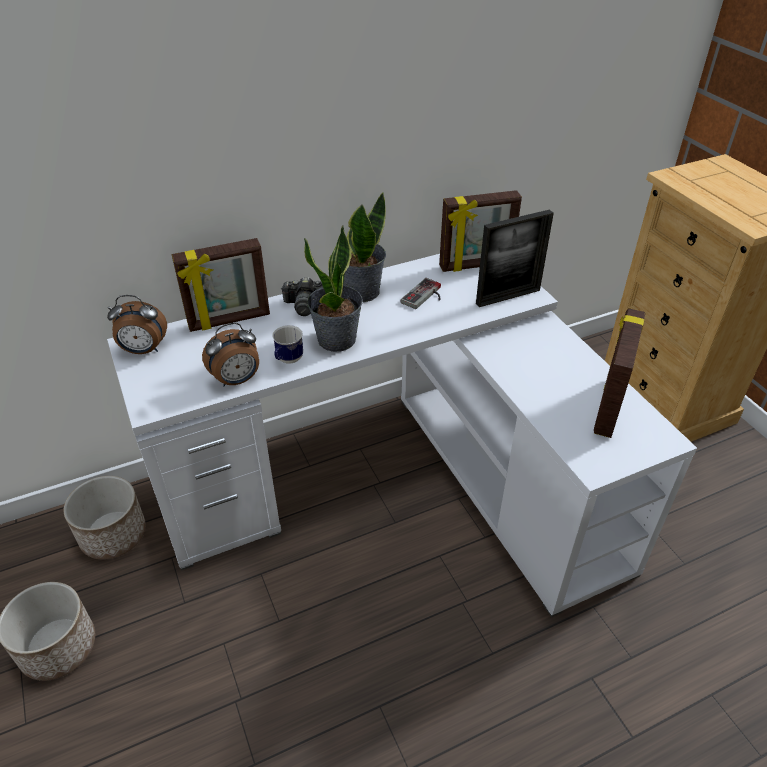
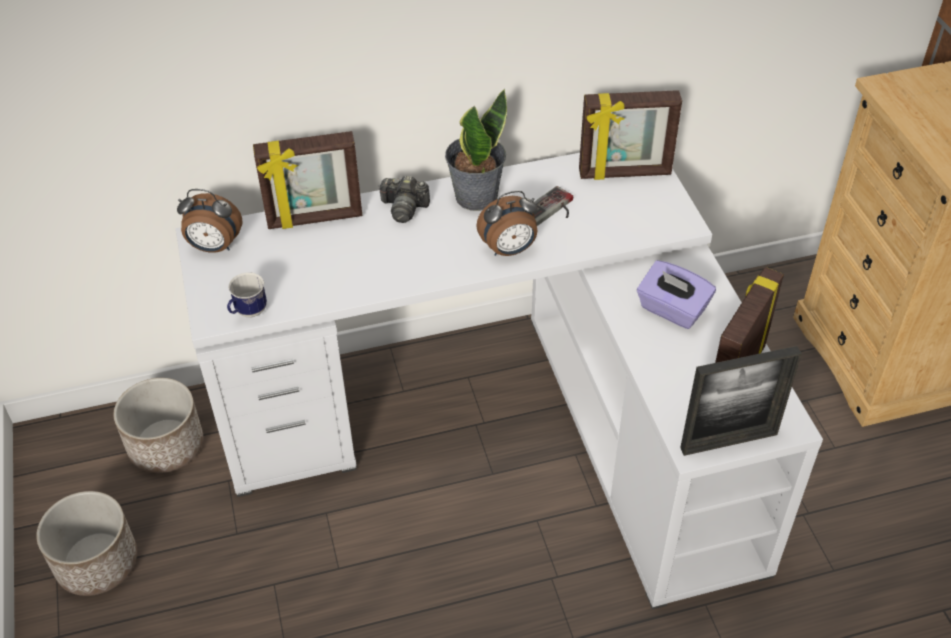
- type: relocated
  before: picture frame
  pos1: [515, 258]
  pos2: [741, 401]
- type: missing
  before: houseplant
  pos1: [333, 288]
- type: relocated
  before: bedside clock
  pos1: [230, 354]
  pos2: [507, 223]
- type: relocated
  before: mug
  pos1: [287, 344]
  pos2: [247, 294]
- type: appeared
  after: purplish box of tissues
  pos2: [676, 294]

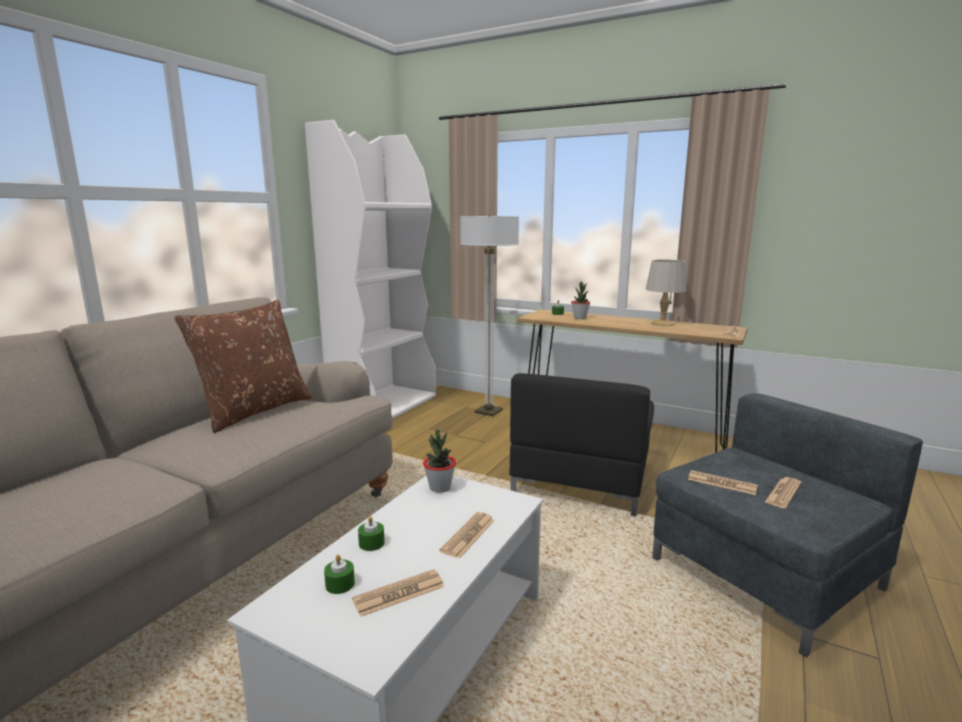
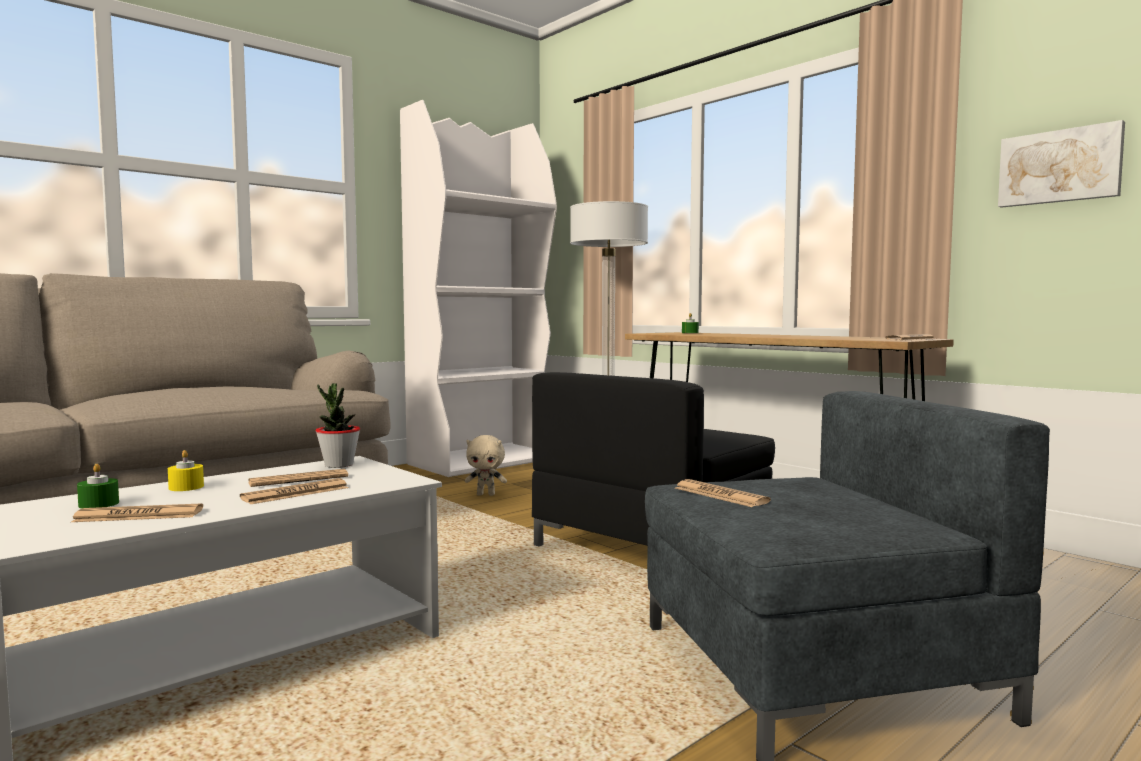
- type: missing
  before: greyish lamp for a table
  pos1: [666, 292]
- type: missing
  before: houseplant
  pos1: [580, 300]
- type: missing
  before: brown-coloured throw pillow
  pos1: [243, 366]
- type: relocated
  before: daily paper
  pos1: [783, 492]
  pos2: [298, 478]
- type: colour
  before: green wax light
  after: yellow-coloured wax light
  pos1: [371, 533]
  pos2: [186, 470]
- type: appeared
  after: wall art
  pos2: [1061, 164]
- type: appeared
  after: beige-coloured soft toy
  pos2: [486, 465]

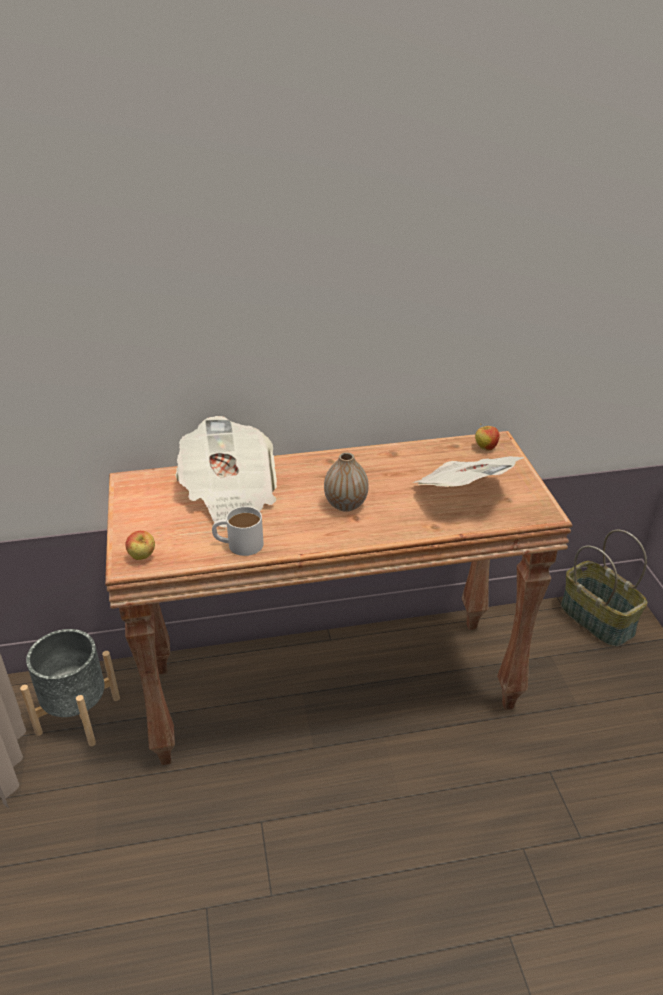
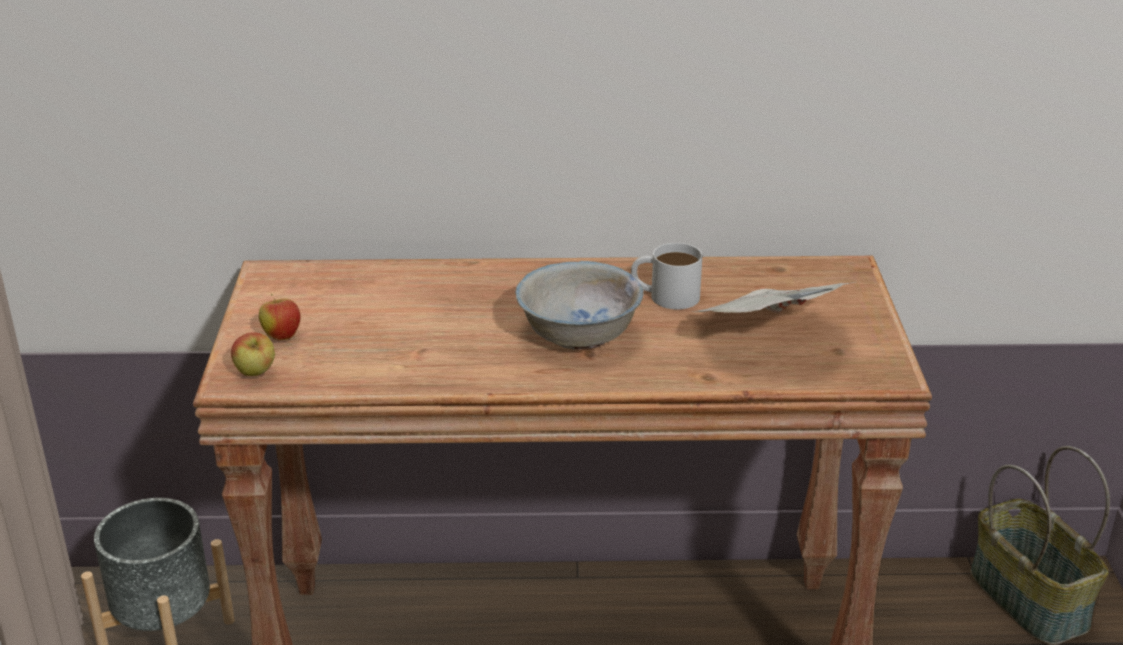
- type: missing
  before: daily paper
  pos1: [226, 472]
- type: relocated
  before: apple
  pos1: [487, 437]
  pos2: [280, 317]
- type: exchanged
  before: flower vase
  after: white-coloured deep dish
  pos1: [346, 482]
  pos2: [579, 305]
- type: relocated
  before: white-coloured mug
  pos1: [238, 531]
  pos2: [667, 276]

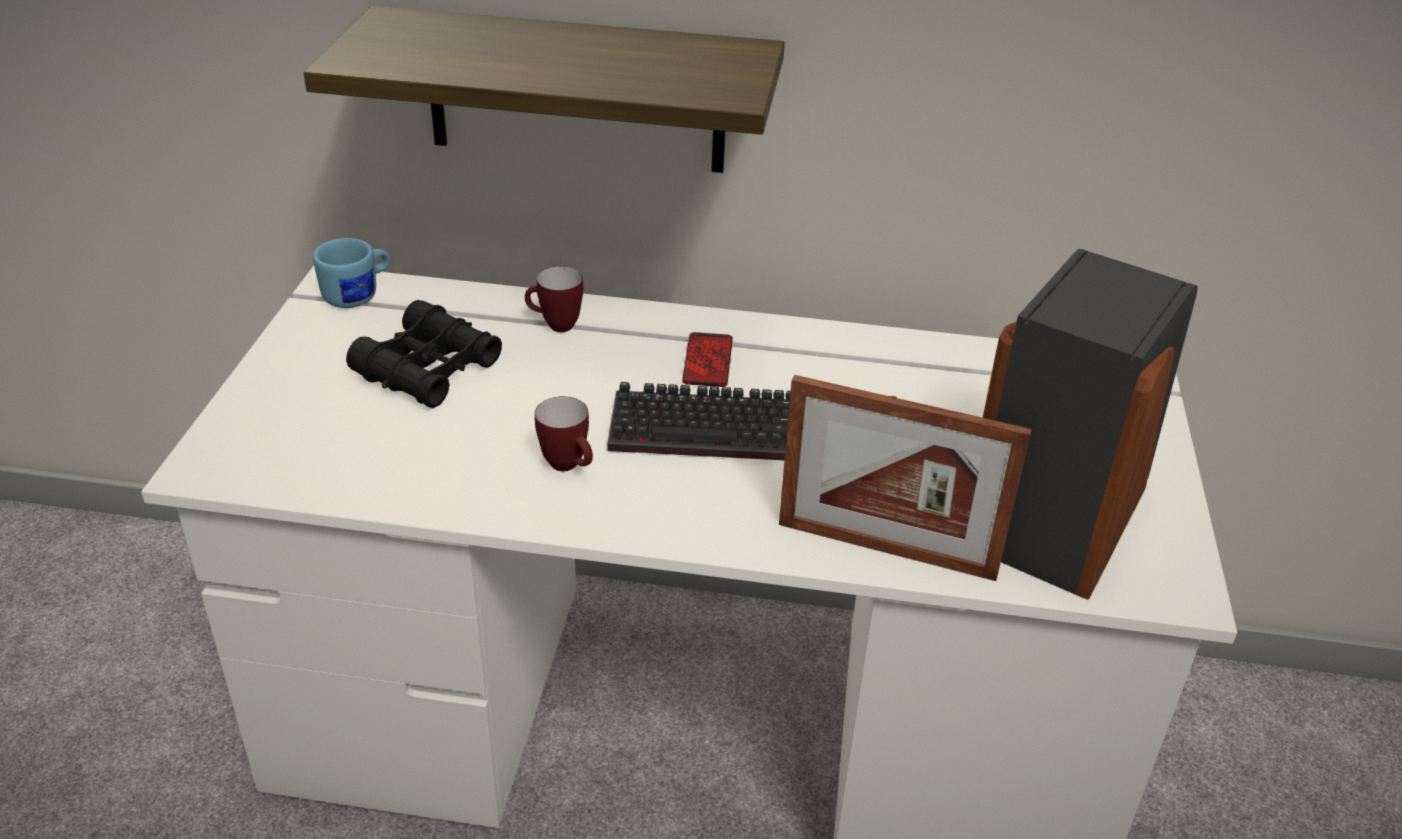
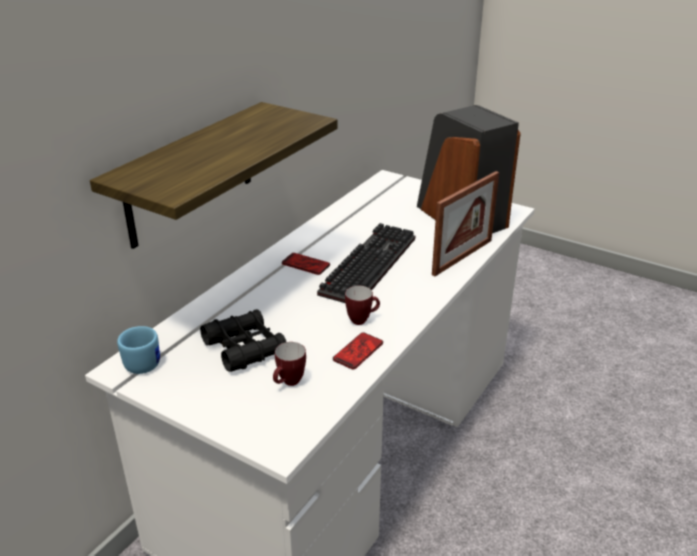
- type: relocated
  before: mug
  pos1: [554, 299]
  pos2: [289, 364]
- type: appeared
  after: phone
  pos2: [358, 351]

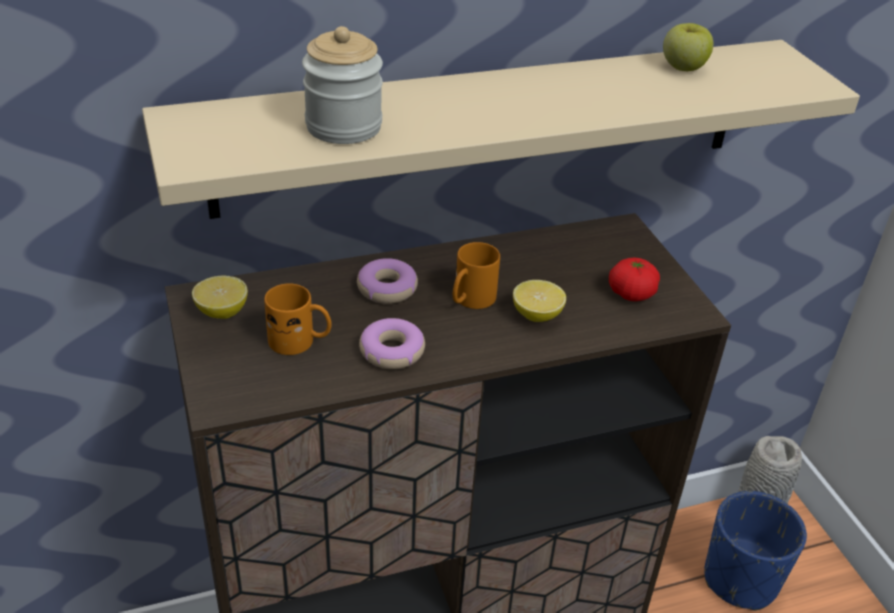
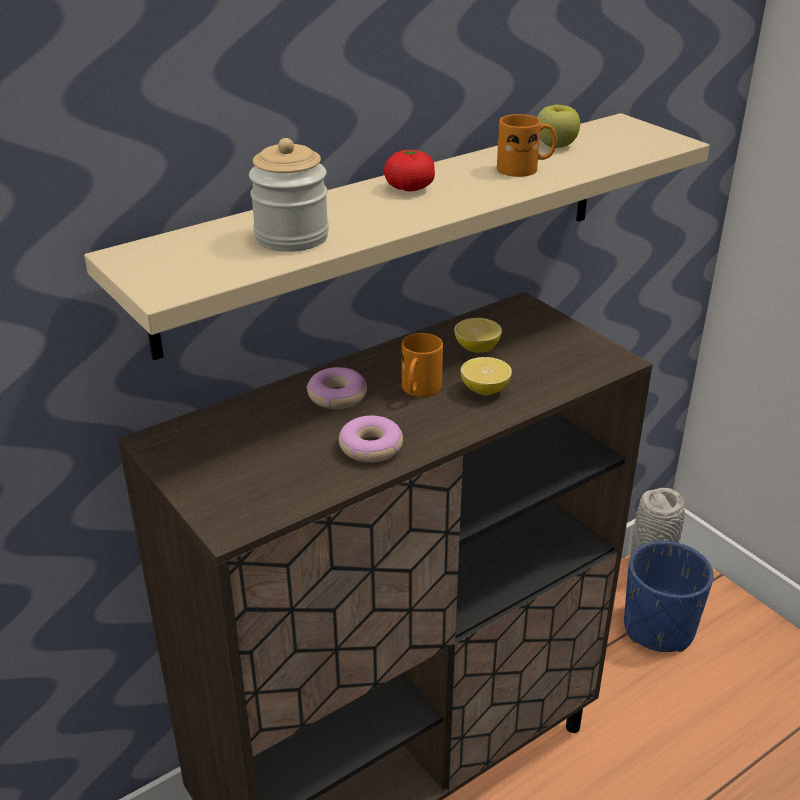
- type: relocated
  before: whole tomato
  pos1: [634, 279]
  pos2: [409, 170]
- type: relocated
  before: lemon
  pos1: [220, 297]
  pos2: [478, 335]
- type: relocated
  before: orangey mug
  pos1: [298, 319]
  pos2: [527, 145]

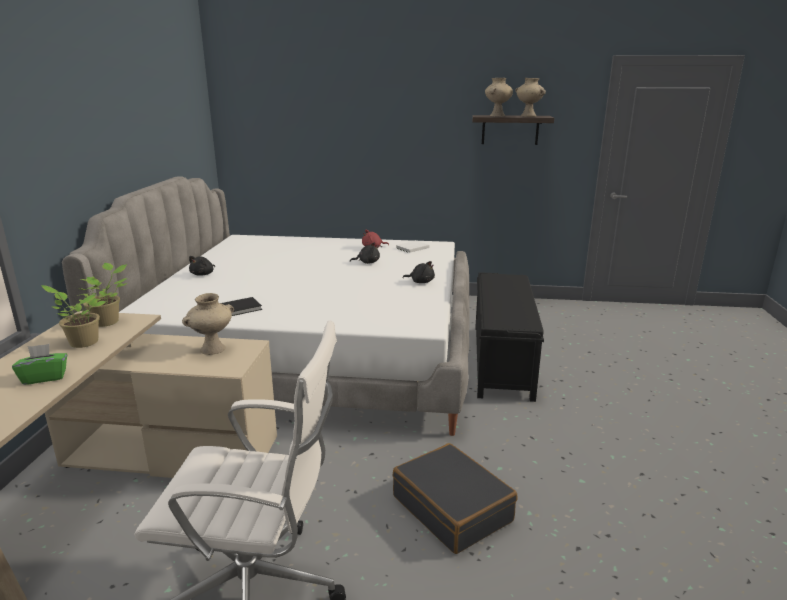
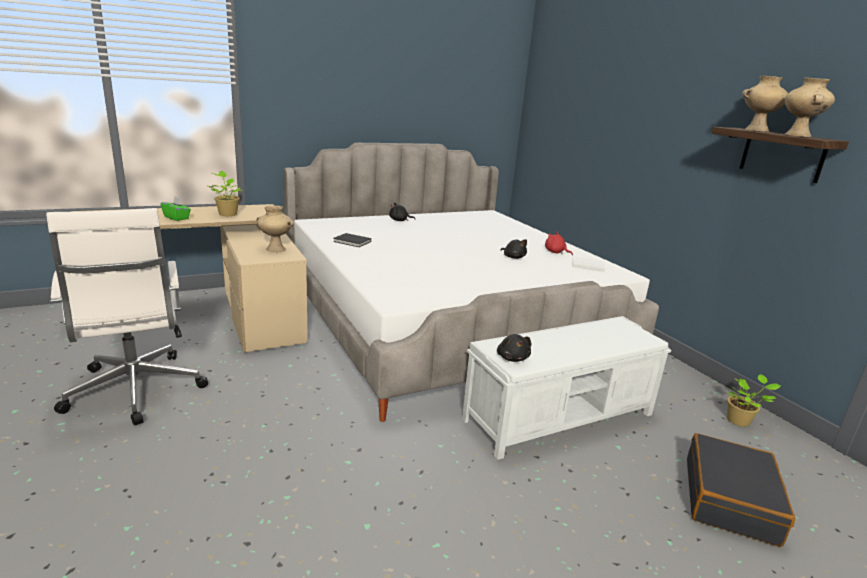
- type: relocated
  before: black soft toy
  pos1: [419, 272]
  pos2: [514, 348]
- type: relocated
  before: houseplant
  pos1: [102, 295]
  pos2: [754, 400]
- type: colour
  before: black indoor bench
  after: white-coloured indoor bench
  pos1: [509, 337]
  pos2: [566, 388]
- type: relocated
  before: black suitcase
  pos1: [455, 498]
  pos2: [741, 490]

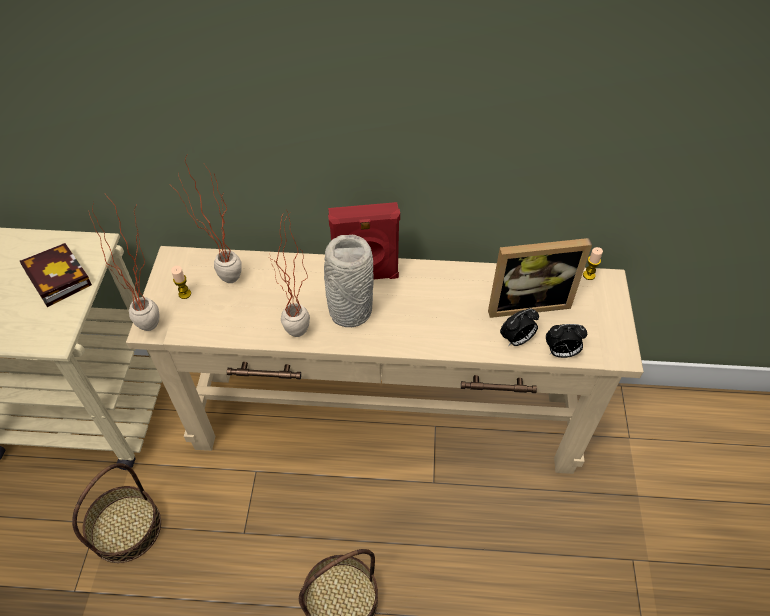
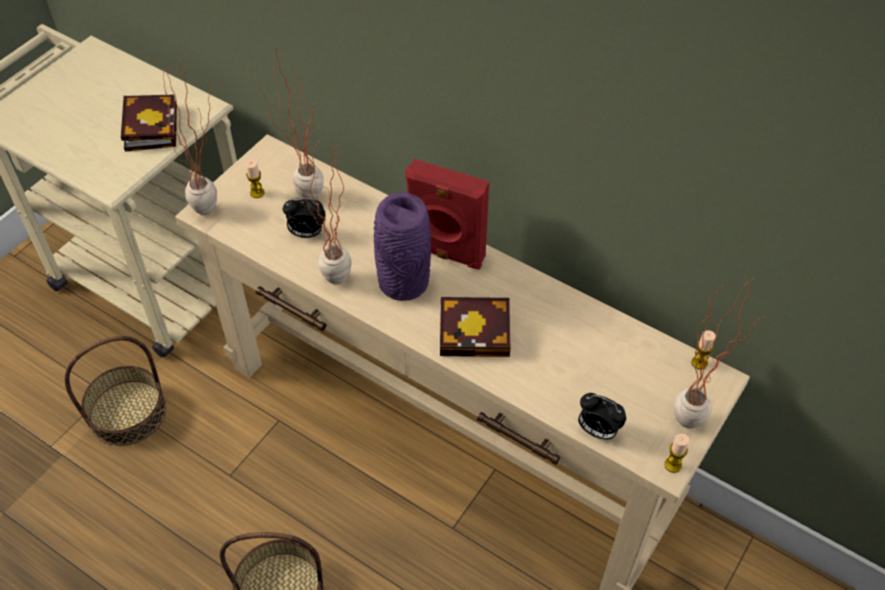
- type: colour
  before: greyish flower vase
  after: purplish flower vase
  pos1: [349, 281]
  pos2: [402, 246]
- type: missing
  before: picture frame
  pos1: [540, 278]
- type: relocated
  before: bedside clock
  pos1: [519, 327]
  pos2: [304, 217]
- type: appeared
  after: houseplant
  pos2: [719, 351]
- type: appeared
  after: bound book
  pos2: [475, 327]
- type: appeared
  after: wax light
  pos2: [677, 453]

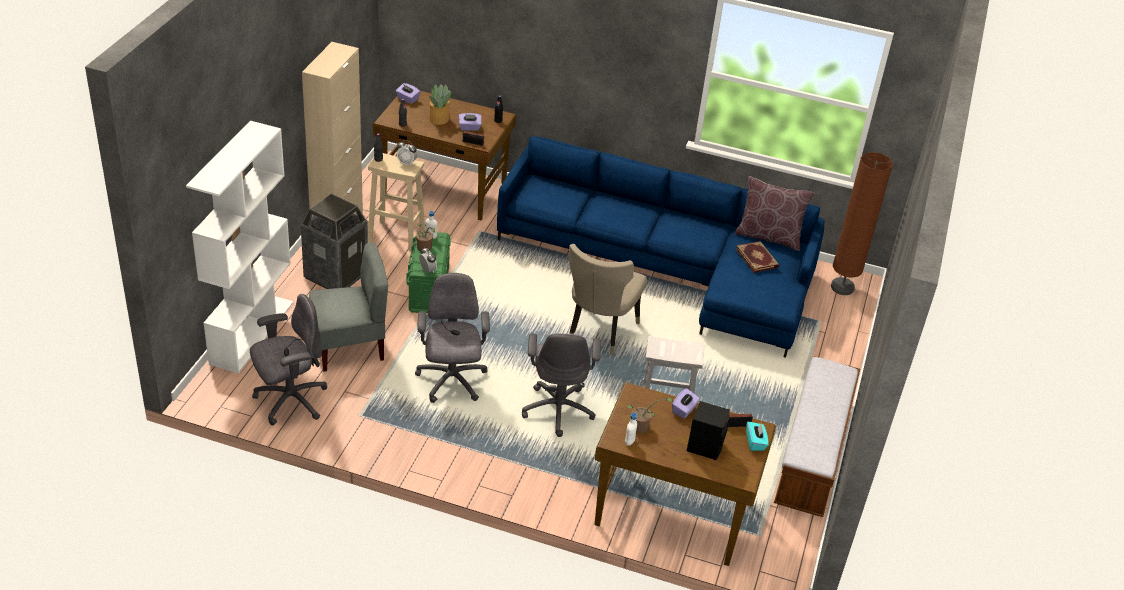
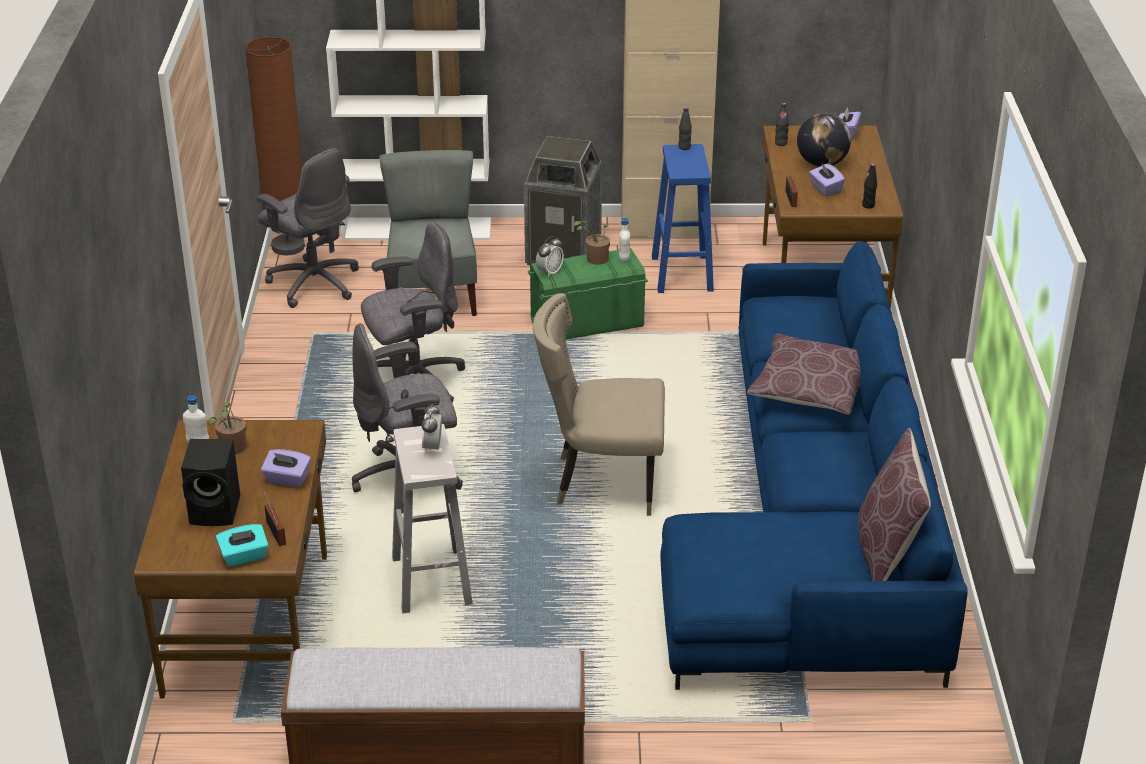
- type: exchanged
  before: houseplant
  after: desk globe
  pos1: [440, 104]
  pos2: [824, 140]
- type: relocated
  before: bedside clock
  pos1: [407, 153]
  pos2: [431, 428]
- type: relocated
  before: brown-coloured floor lamp
  pos1: [862, 223]
  pos2: [275, 146]
- type: colour
  before: beige-coloured sitting stool
  after: blue-coloured sitting stool
  pos1: [396, 202]
  pos2: [683, 218]
- type: missing
  before: bound book
  pos1: [757, 257]
- type: spun
  before: greyish upright chair
  pos1: [348, 307]
  pos2: [428, 233]
  turn: -150
- type: appeared
  after: brown-coloured throw pillow
  pos2: [804, 374]

